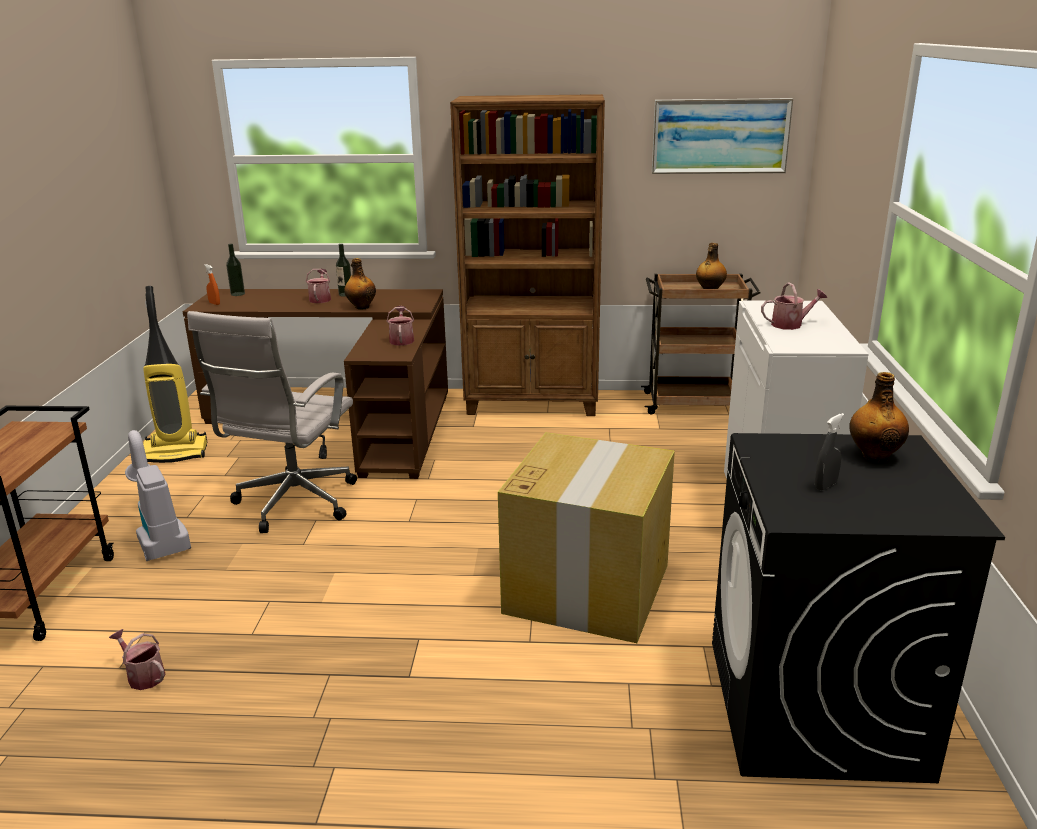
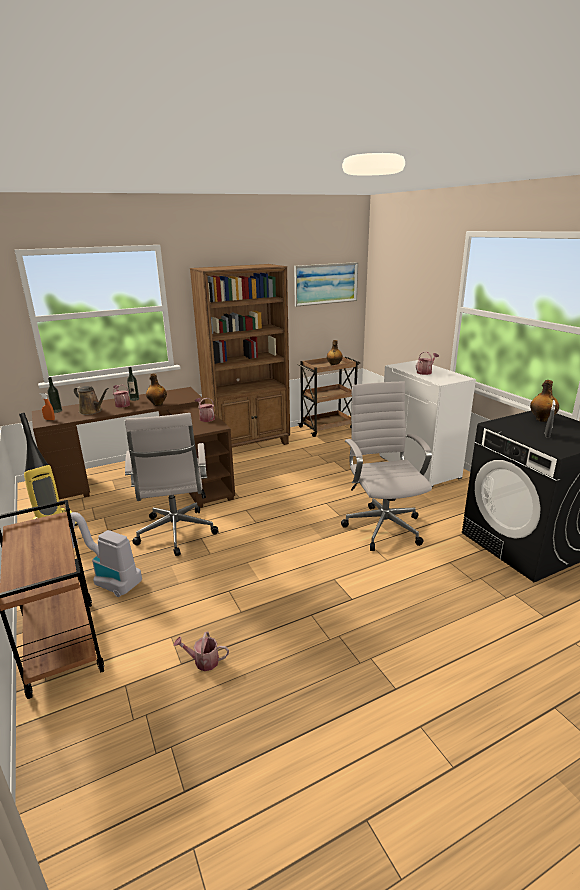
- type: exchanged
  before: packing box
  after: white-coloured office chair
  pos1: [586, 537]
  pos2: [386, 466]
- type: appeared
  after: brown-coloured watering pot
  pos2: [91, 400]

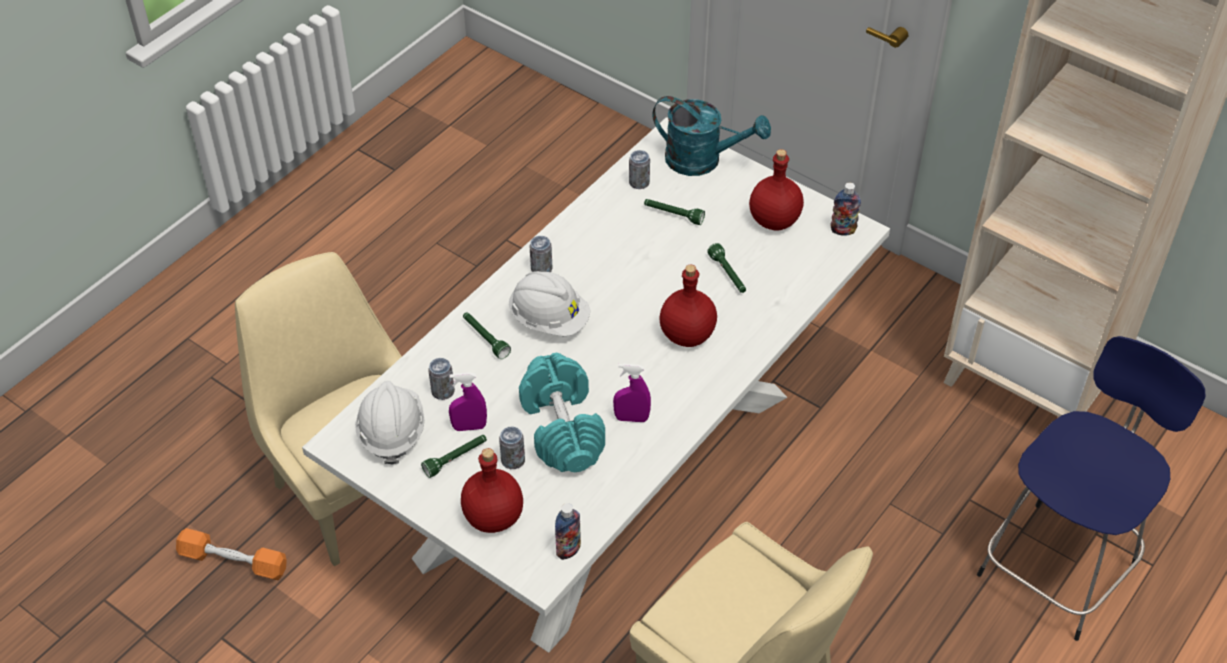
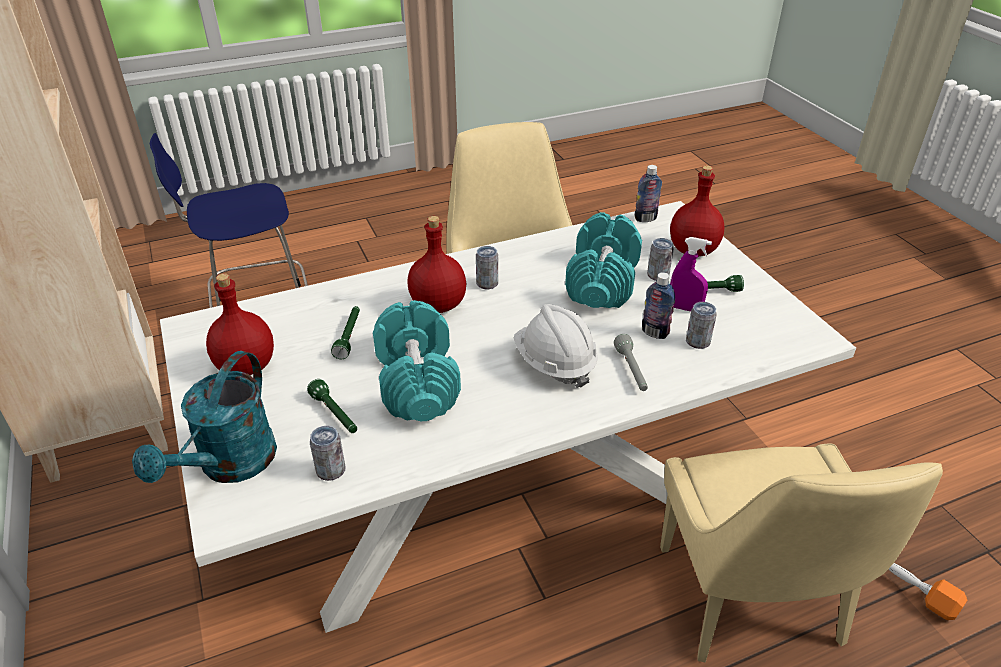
- type: spun
  before: turquoise-coloured watering pot
  pos1: [711, 136]
  pos2: [204, 417]
  turn: -120
- type: relocated
  before: bottle
  pos1: [845, 209]
  pos2: [658, 305]
- type: relocated
  before: can
  pos1: [541, 254]
  pos2: [487, 267]
- type: colour
  before: green flashlight
  after: greyish flashlight
  pos1: [487, 335]
  pos2: [631, 362]
- type: missing
  before: purplish hand sprayer
  pos1: [632, 393]
- type: missing
  before: white-coloured work helmet
  pos1: [390, 423]
- type: appeared
  after: turquoise-coloured hand weight
  pos2: [417, 360]

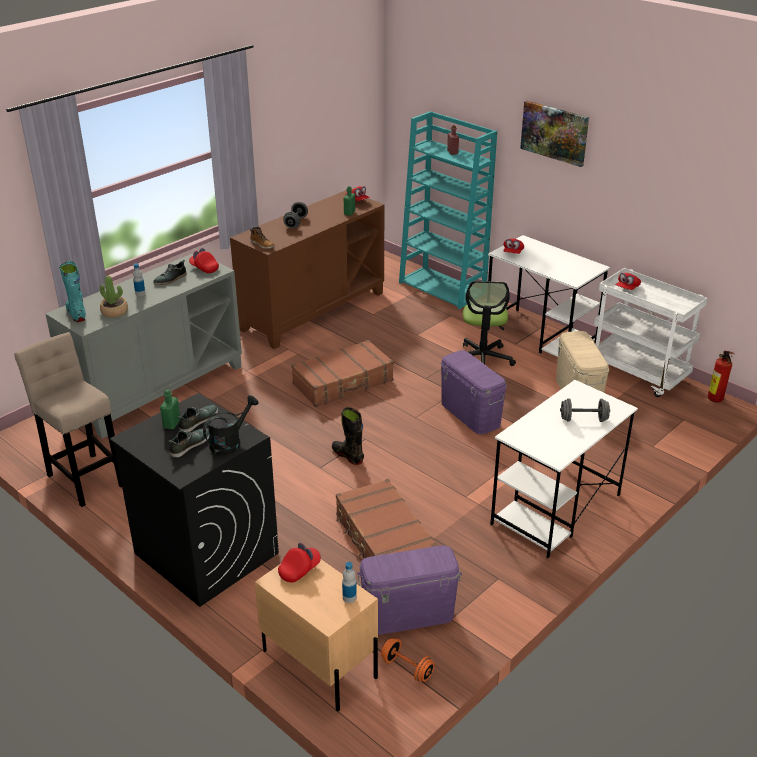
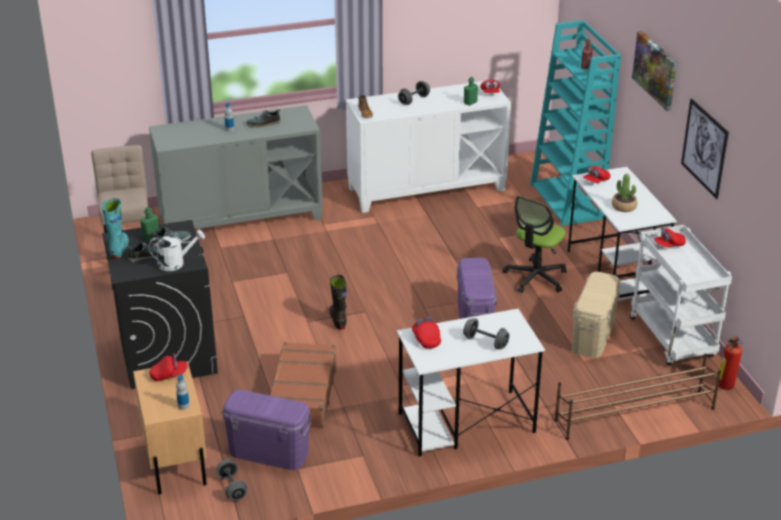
- type: colour
  before: brown-coloured cabinet
  after: white-coloured cabinet
  pos1: [307, 269]
  pos2: [428, 147]
- type: relocated
  before: red baseball cap
  pos1: [204, 260]
  pos2: [426, 333]
- type: relocated
  before: turquoise-coloured tall boot
  pos1: [72, 291]
  pos2: [115, 228]
- type: relocated
  before: houseplant
  pos1: [114, 297]
  pos2: [624, 193]
- type: missing
  before: brown-coloured suitcase
  pos1: [342, 373]
- type: colour
  before: black watering pot
  after: white-coloured watering pot
  pos1: [230, 425]
  pos2: [177, 250]
- type: colour
  before: orangey hand weight
  after: greyish hand weight
  pos1: [407, 660]
  pos2: [231, 480]
- type: appeared
  after: wall art
  pos2: [705, 148]
- type: appeared
  after: brown-coloured shoe shelf
  pos2: [638, 397]

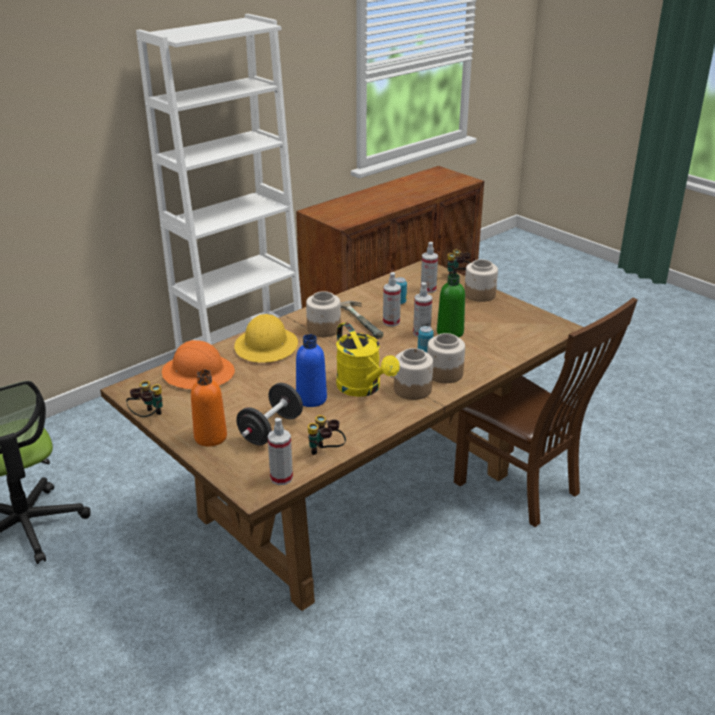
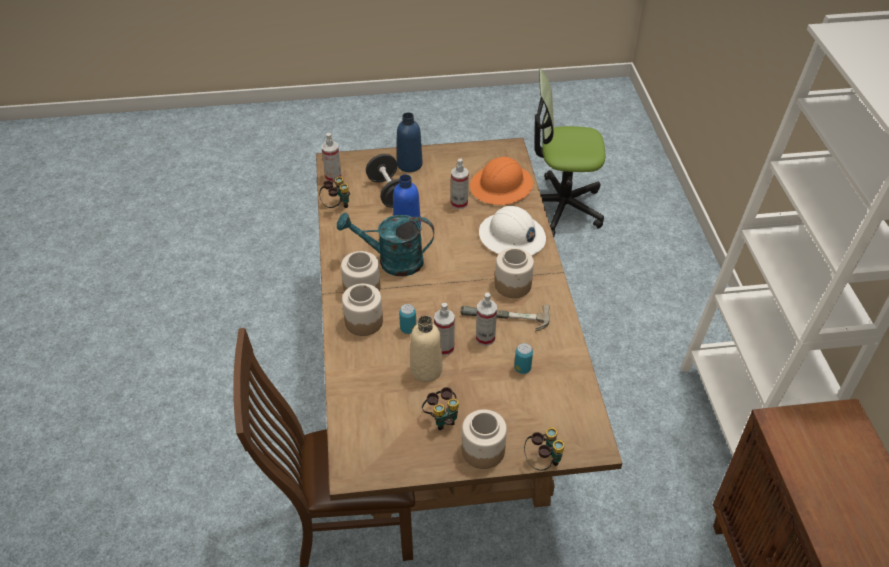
- type: relocated
  before: hand sprayer
  pos1: [429, 267]
  pos2: [460, 183]
- type: colour
  before: green bottle
  after: beige-coloured bottle
  pos1: [451, 305]
  pos2: [426, 349]
- type: colour
  before: yellow-coloured work helmet
  after: white-coloured work helmet
  pos1: [266, 338]
  pos2: [512, 230]
- type: colour
  before: yellow-coloured watering pot
  after: turquoise-coloured watering pot
  pos1: [368, 359]
  pos2: [385, 244]
- type: colour
  before: orangey bottle
  after: blue-coloured bottle
  pos1: [209, 408]
  pos2: [410, 142]
- type: relocated
  before: pair of binoculars
  pos1: [144, 399]
  pos2: [440, 408]

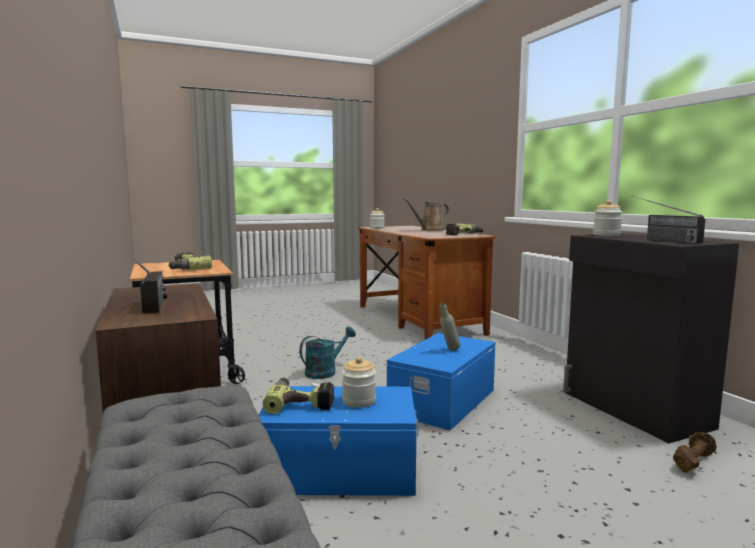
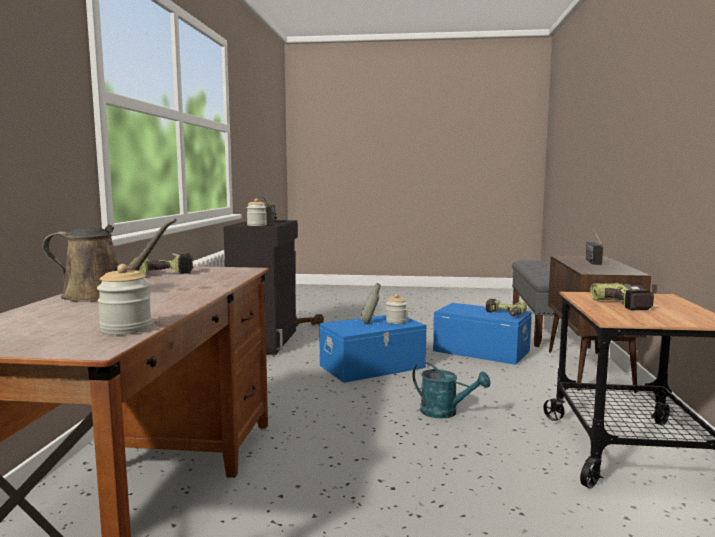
- type: spun
  before: turquoise-coloured watering pot
  pos1: [327, 353]
  pos2: [451, 390]
  turn: -135
- type: relocated
  before: storage jar
  pos1: [359, 382]
  pos2: [396, 309]

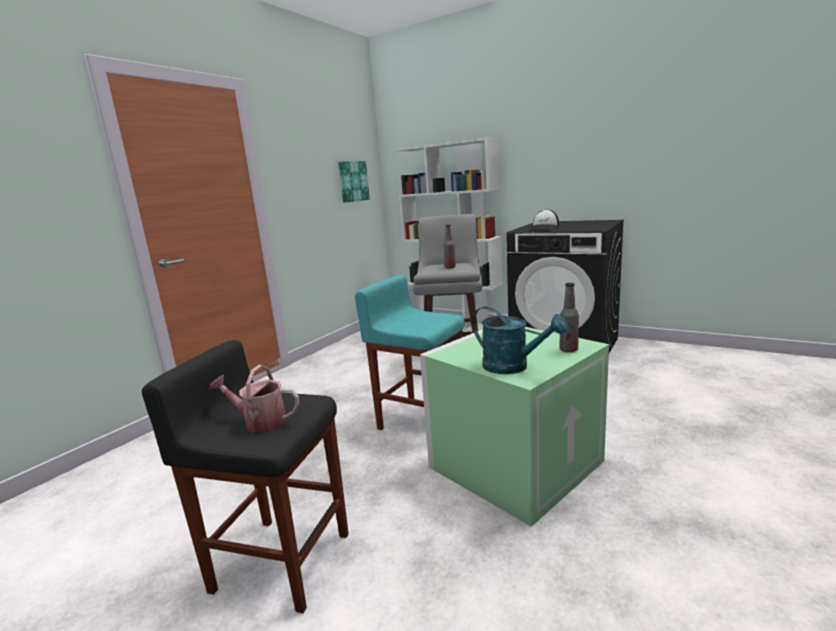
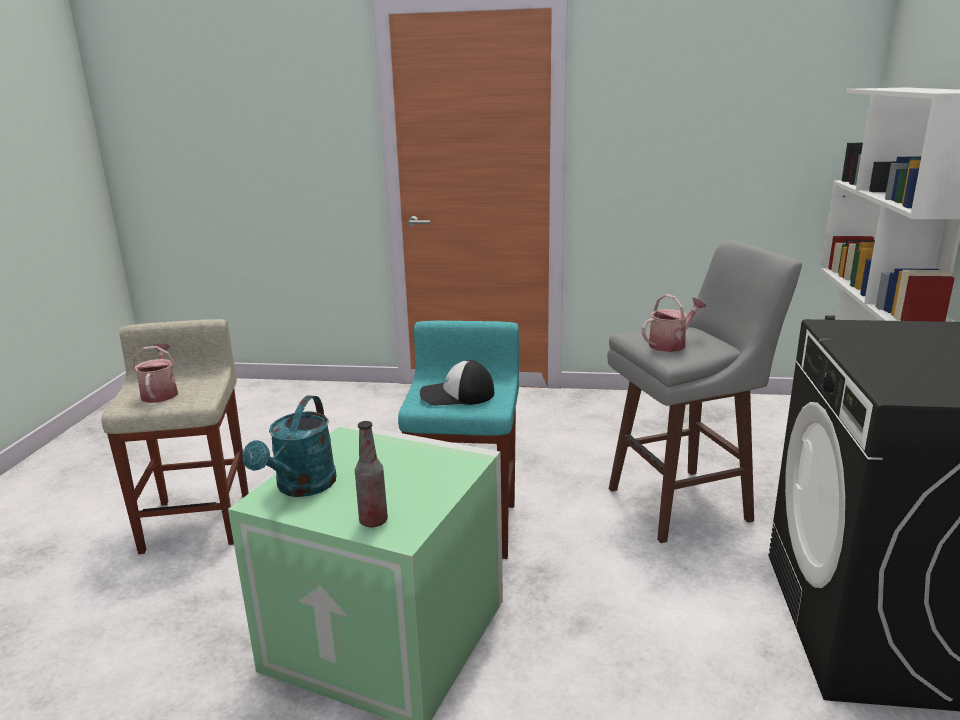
- type: missing
  before: wall art
  pos1: [354, 182]
- type: relocated
  before: baseball cap
  pos1: [545, 219]
  pos2: [457, 382]
- type: exchanged
  before: bottle
  after: watering pot
  pos1: [450, 246]
  pos2: [674, 323]
- type: colour
  before: black sitting stool
  after: beige-coloured sitting stool
  pos1: [245, 476]
  pos2: [175, 436]

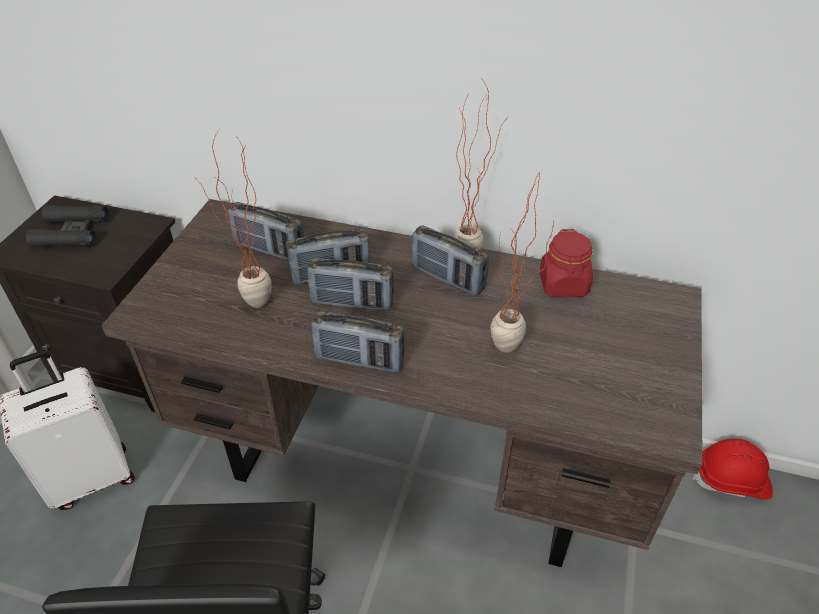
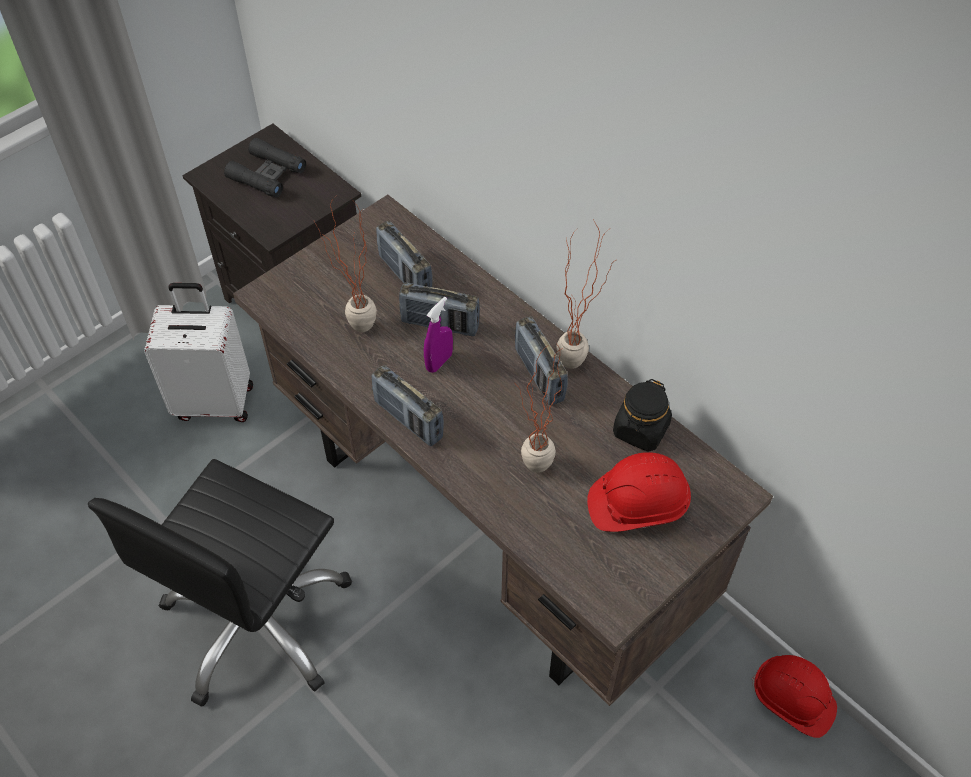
- type: colour
  before: red storage jar
  after: black storage jar
  pos1: [566, 263]
  pos2: [642, 415]
- type: exchanged
  before: radio
  after: purplish hand sprayer
  pos1: [350, 284]
  pos2: [438, 335]
- type: appeared
  after: red work helmet
  pos2: [639, 492]

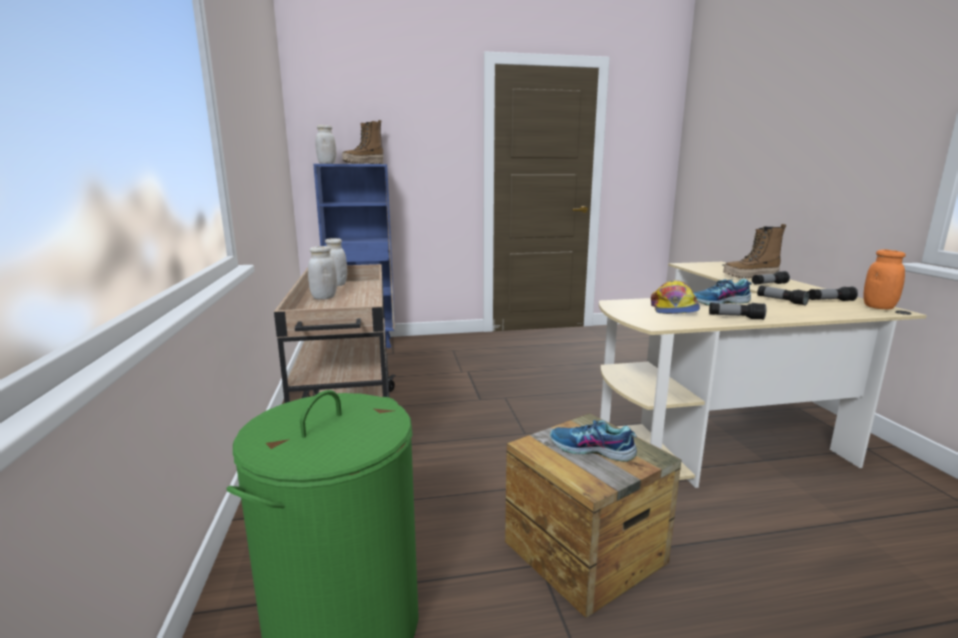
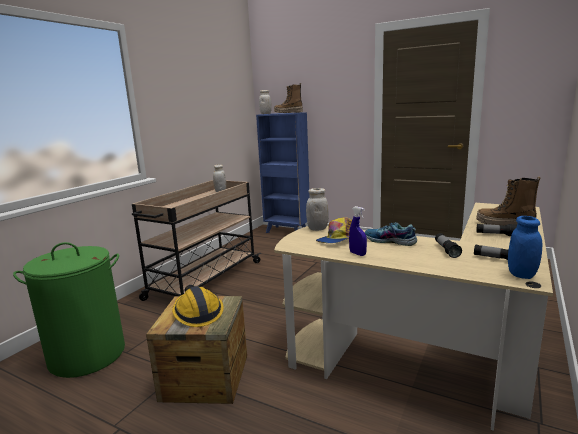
- type: relocated
  before: white-coloured storage jar
  pos1: [322, 273]
  pos2: [317, 209]
- type: colour
  before: orangey storage jar
  after: blue-coloured storage jar
  pos1: [884, 279]
  pos2: [525, 247]
- type: exchanged
  before: flashlight
  after: blue-coloured hand sprayer
  pos1: [737, 311]
  pos2: [358, 231]
- type: exchanged
  before: low shoe
  after: work helmet
  pos1: [593, 441]
  pos2: [198, 306]

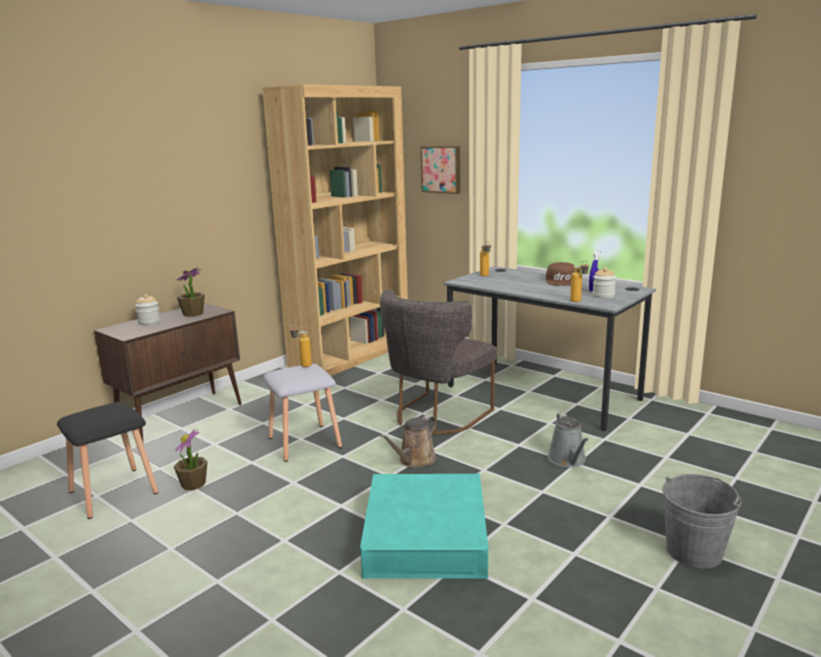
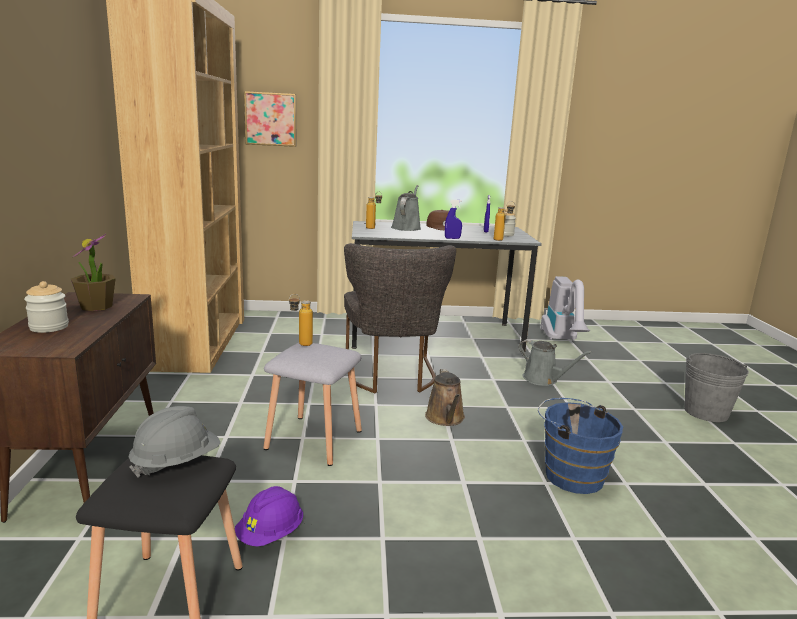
- type: exchanged
  before: houseplant
  after: purplish work helmet
  pos1: [191, 459]
  pos2: [269, 516]
- type: exchanged
  before: turquoise-coloured storage container
  after: blue-coloured bucket
  pos1: [424, 526]
  pos2: [580, 446]
- type: appeared
  after: greyish watering pot
  pos2: [406, 208]
- type: appeared
  after: blue-coloured hand sprayer
  pos2: [453, 219]
- type: appeared
  after: vacuum cleaner
  pos2: [565, 308]
- type: appeared
  after: greyish work helmet
  pos2: [174, 442]

